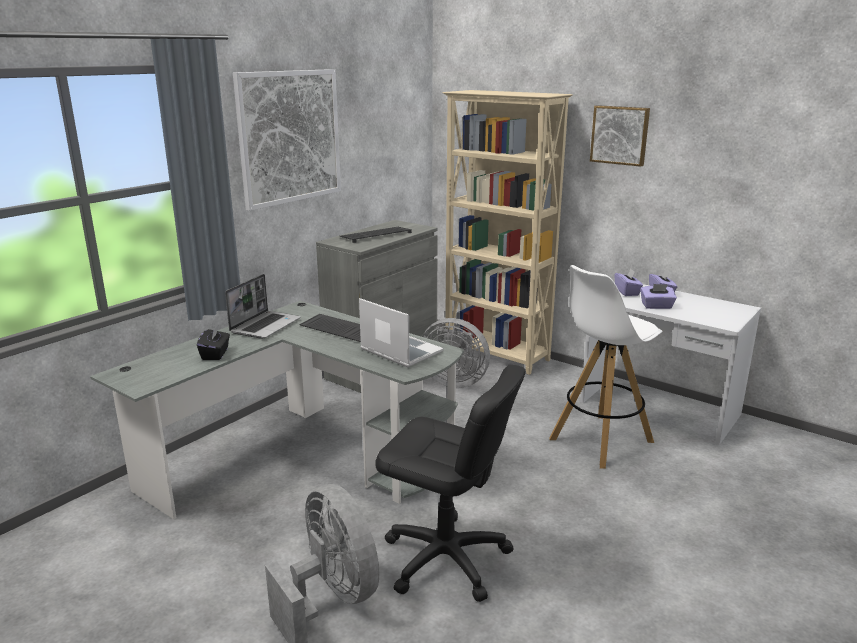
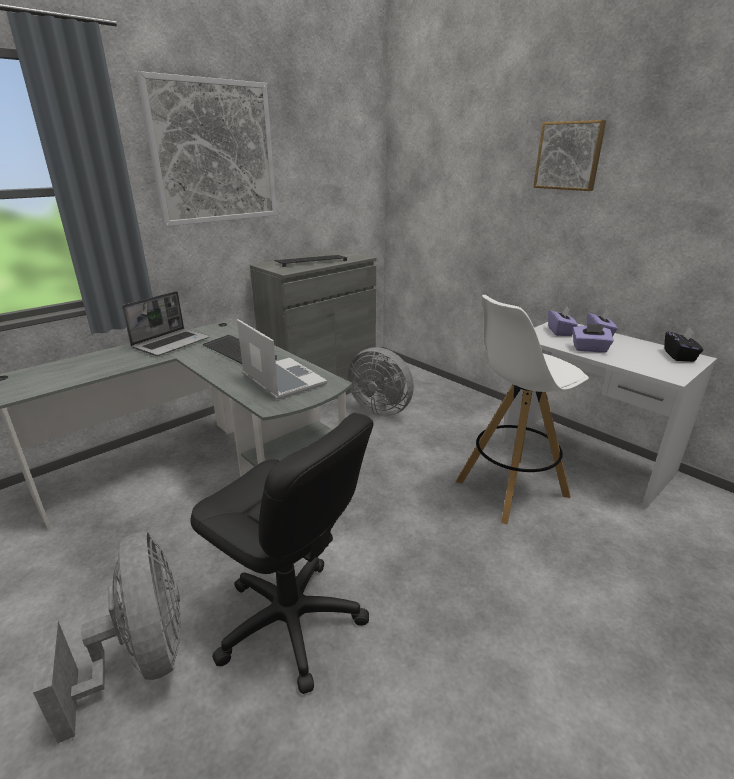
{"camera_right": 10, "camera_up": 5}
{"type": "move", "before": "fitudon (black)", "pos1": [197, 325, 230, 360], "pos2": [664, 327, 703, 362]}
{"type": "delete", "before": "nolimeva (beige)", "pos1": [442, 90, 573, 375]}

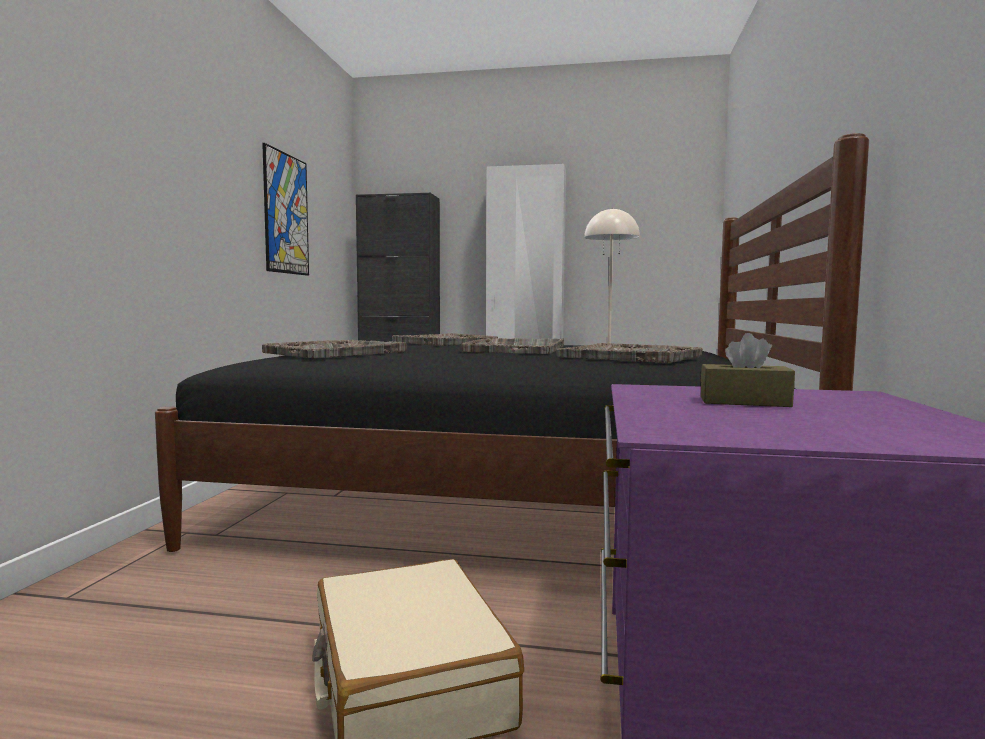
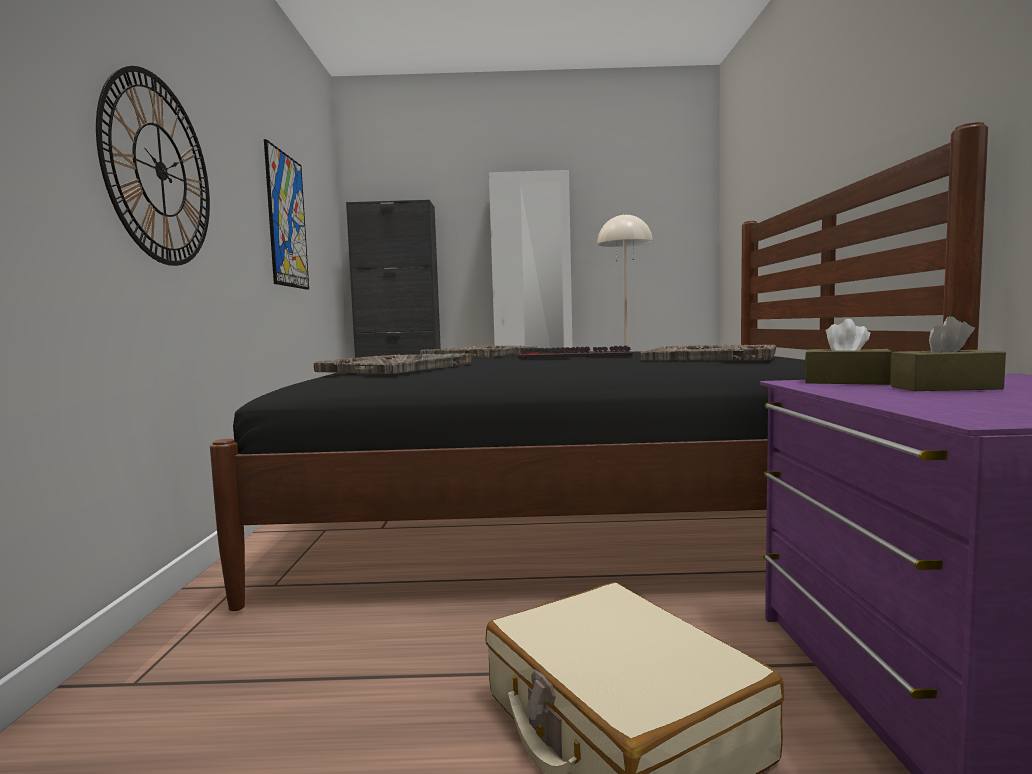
{"camera_right": -10, "camera_up": 0}
{"type": "replace", "before": "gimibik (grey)", "after": "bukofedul", "pos1": [461, 338, 564, 354], "pos2": [518, 346, 632, 359]}
{"type": "insert", "after": "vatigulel", "pos2": [96, 66, 210, 266]}
{"type": "insert", "after": "fitudon (brown)", "pos2": [804, 319, 892, 385]}

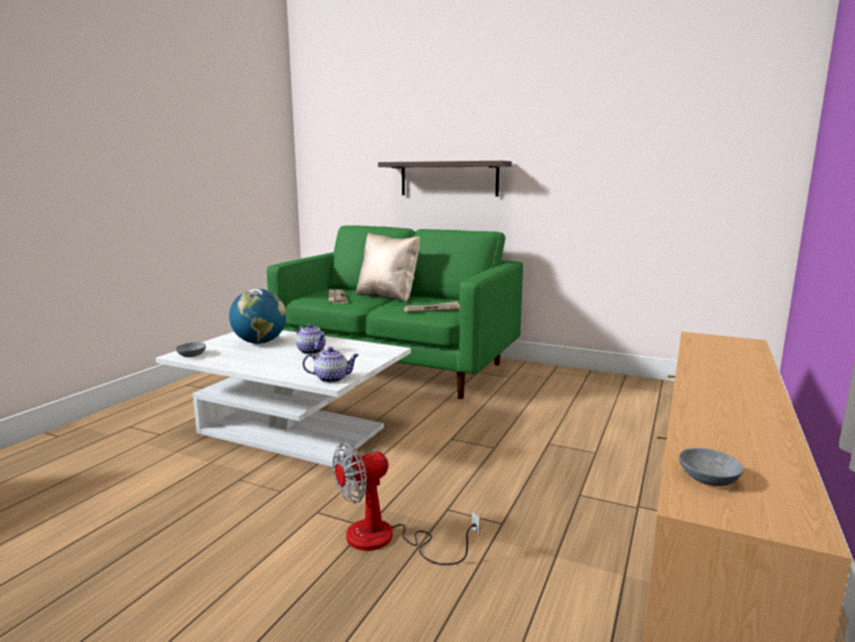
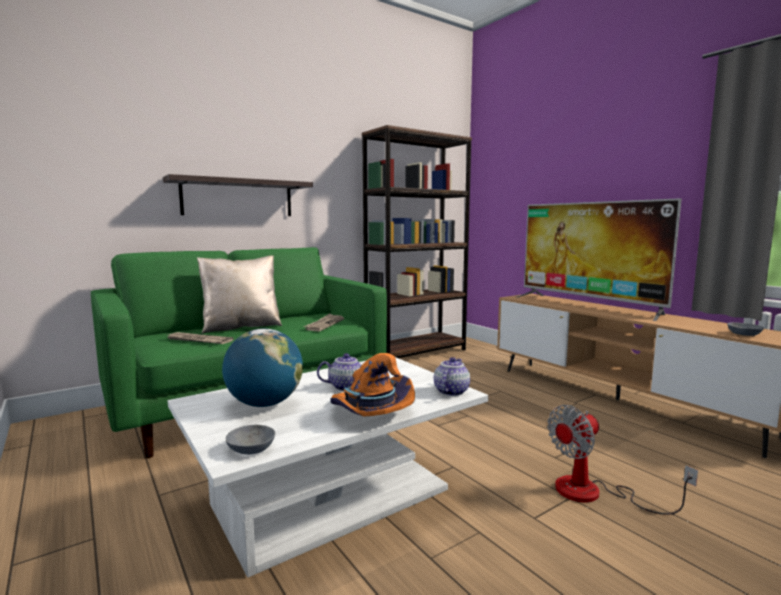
{"camera_right": -60, "camera_up": -5}
{"type": "rotate", "before": "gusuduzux", "pos1": [333, 442, 480, 565], "pos2": [547, 405, 698, 515], "turn": 60}
{"type": "insert", "after": "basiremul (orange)", "pos2": [331, 353, 415, 417]}
{"type": "insert", "after": "nolimeva (brown)", "pos2": [362, 125, 472, 358]}
{"type": "insert", "after": "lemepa", "pos2": [516, 198, 682, 321]}

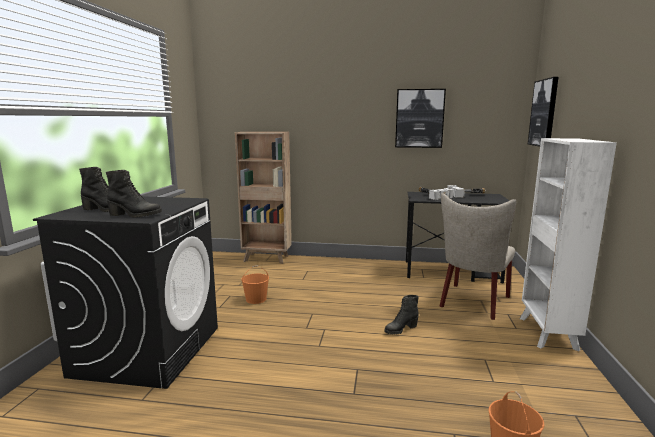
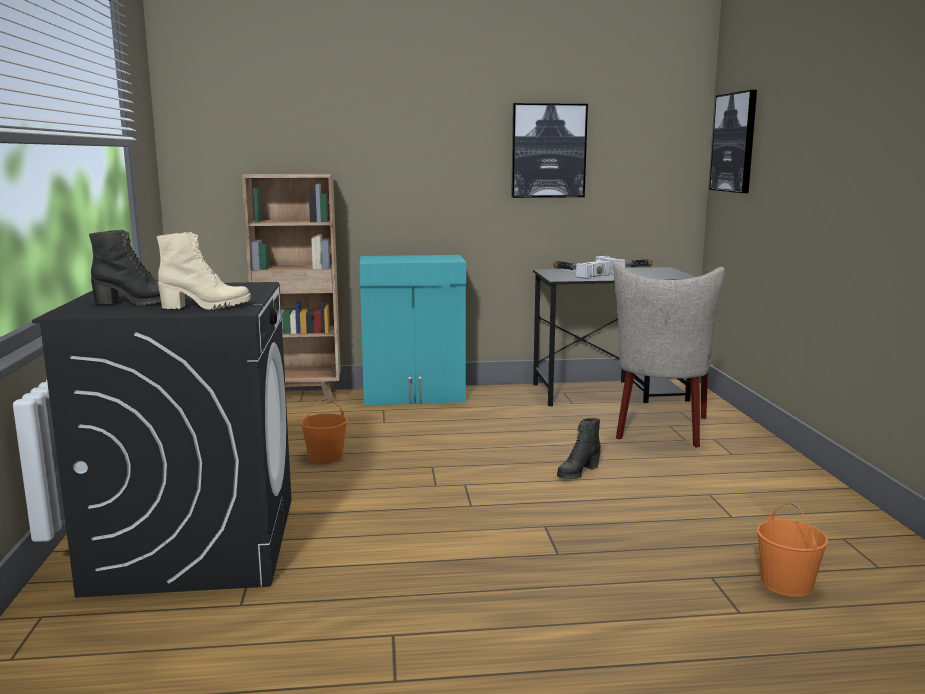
{"camera_right": -15, "camera_up": 0}
{"type": "recolor", "before": "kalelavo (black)", "after": "kalelavo (beige)", "pos1": [106, 170, 162, 218], "pos2": [157, 232, 251, 310]}
{"type": "delete", "before": "nolimeva (white)", "pos1": [519, 138, 617, 351]}
{"type": "insert", "after": "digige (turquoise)", "pos2": [360, 255, 466, 405]}

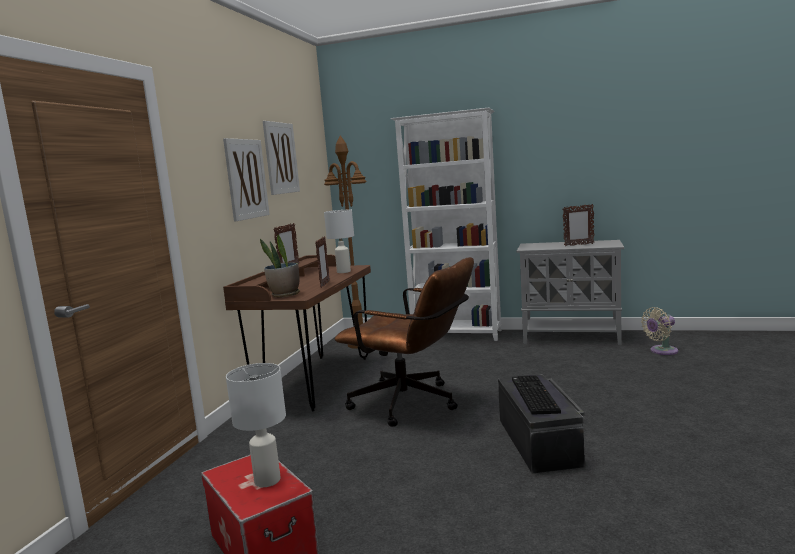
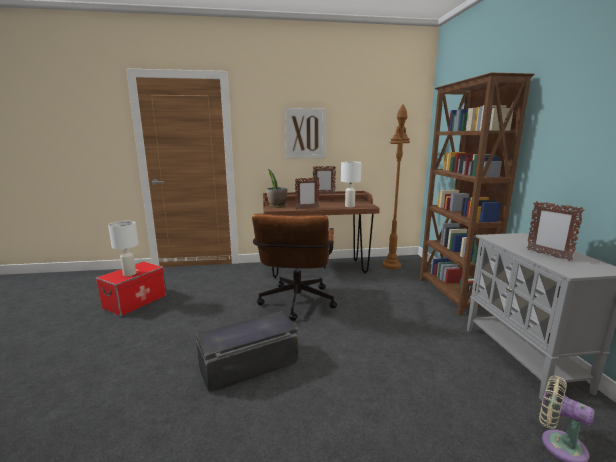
{"camera_right": 65, "camera_up": 5}
{"type": "delete", "before": "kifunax", "pos1": [263, 121, 300, 195]}
{"type": "recolor", "before": "nolimeva (white)", "after": "nolimeva (brown)", "pos1": [391, 108, 501, 341], "pos2": [420, 72, 534, 315]}
{"type": "delete", "before": "bukofedul", "pos1": [512, 375, 561, 415]}

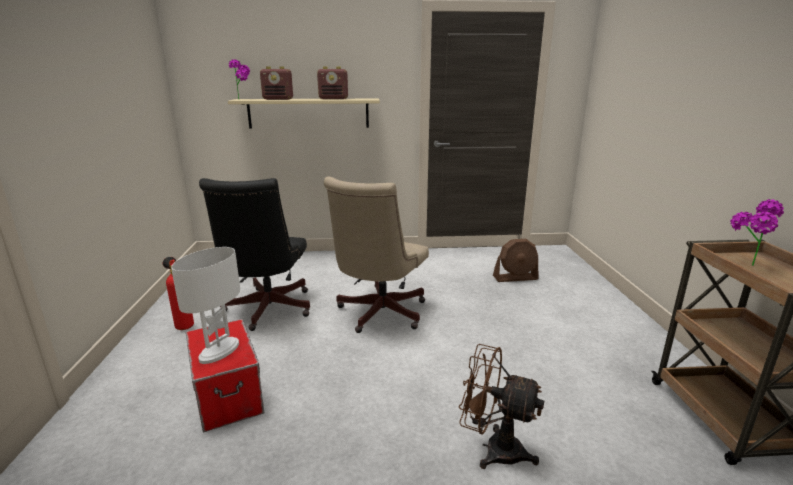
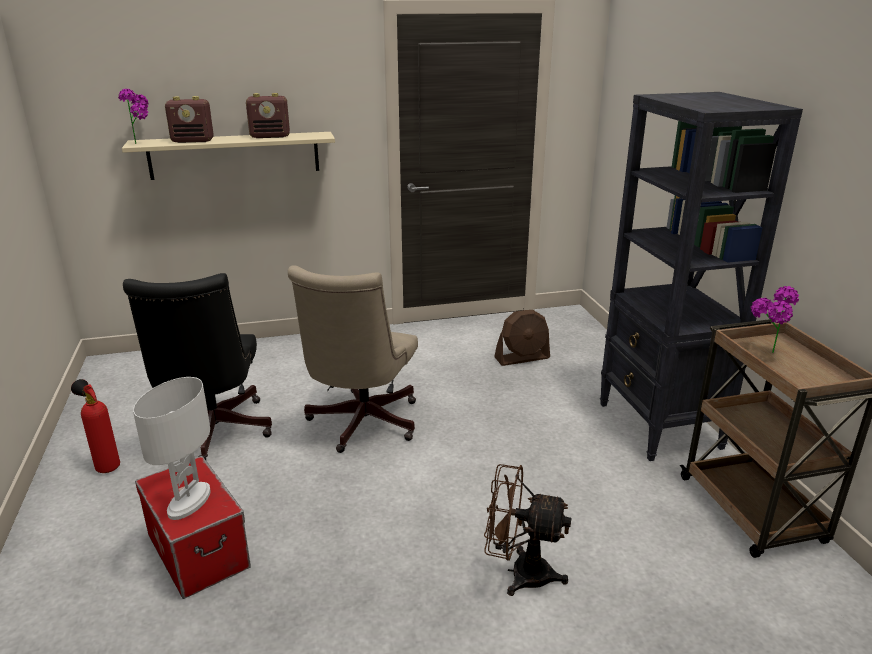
{"camera_right": -10, "camera_up": 5}
{"type": "insert", "after": "nolimeva (black)", "pos2": [600, 92, 803, 461]}

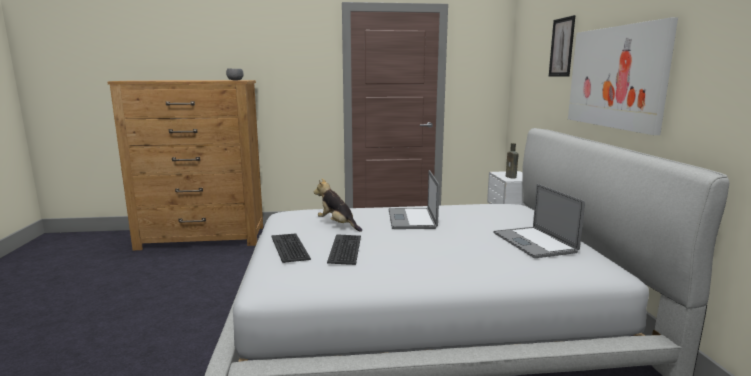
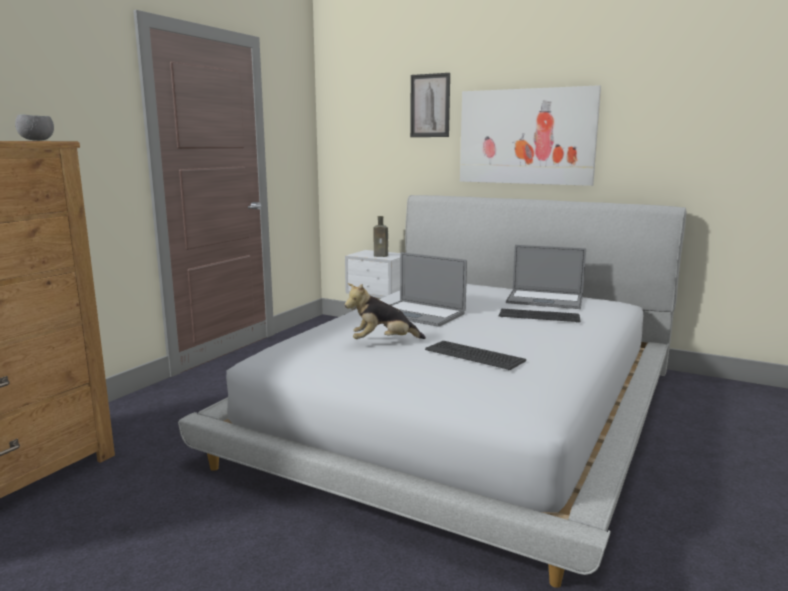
{"camera_right": -55, "camera_up": 0}
{"type": "move", "before": "bukofedul", "pos1": [271, 234, 311, 263], "pos2": [499, 309, 581, 323]}

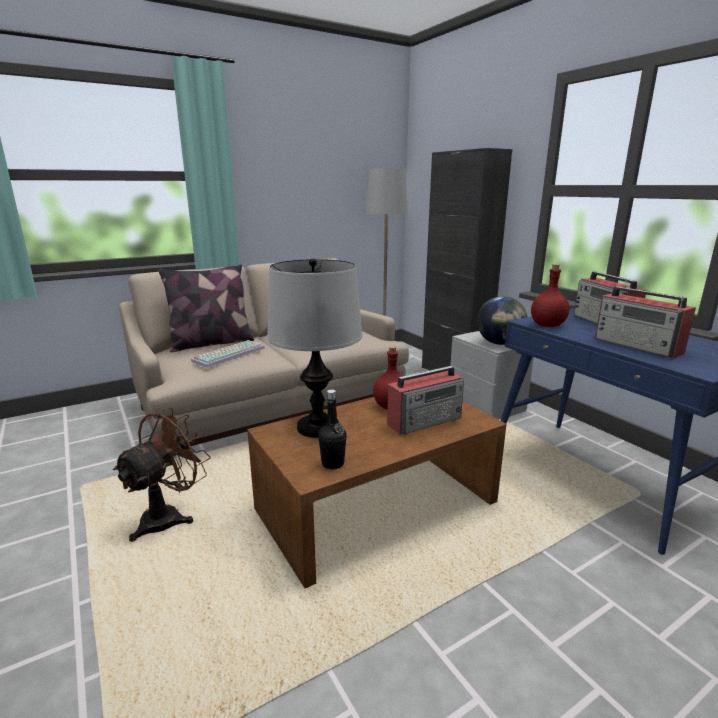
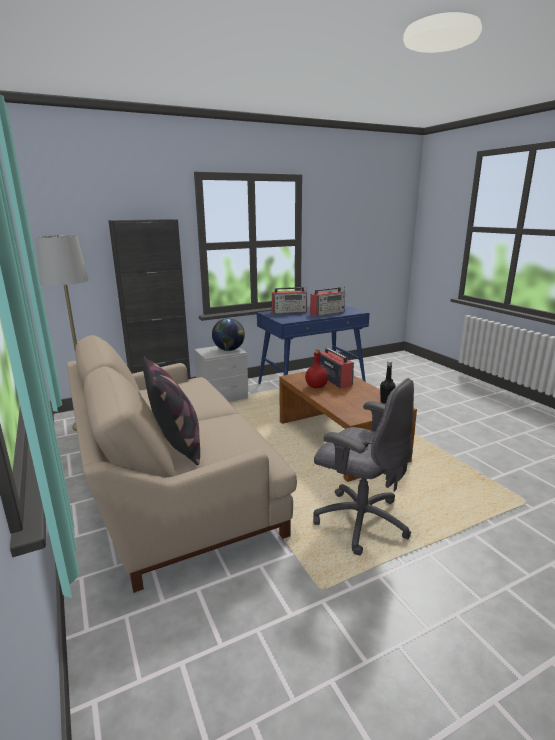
{"camera_right": -85, "camera_up": 0}
{"type": "replace", "before": "gusuduzux (brown)", "after": "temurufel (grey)", "pos1": [113, 407, 211, 542], "pos2": [313, 378, 414, 555]}
{"type": "delete", "before": "bukofedul", "pos1": [191, 340, 265, 368]}
{"type": "delete", "before": "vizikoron", "pos1": [267, 259, 362, 438]}
{"type": "delete", "before": "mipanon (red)", "pos1": [531, 264, 569, 327]}

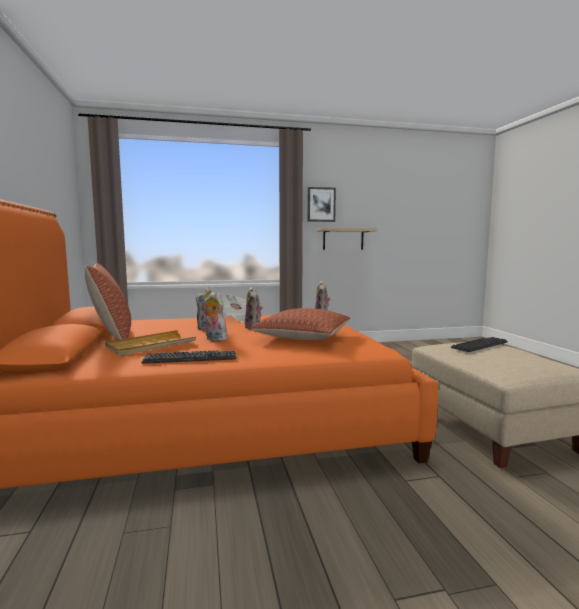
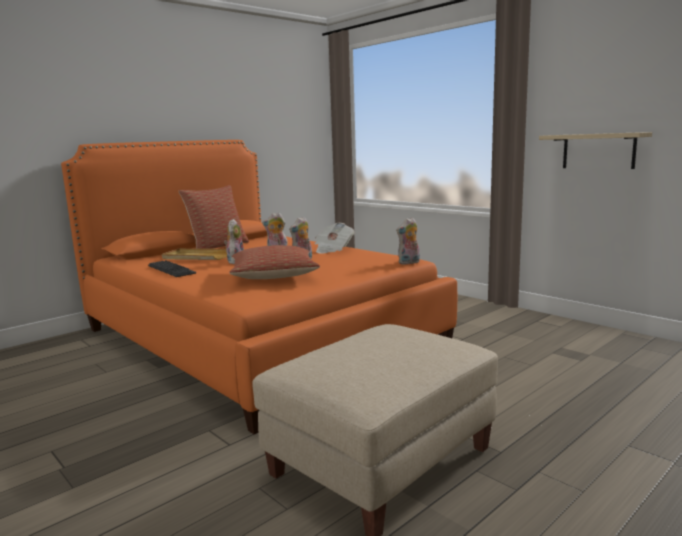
{"camera_right": 60, "camera_up": 5}
{"type": "delete", "before": "kifunax", "pos1": [308, 187, 336, 222]}
{"type": "delete", "before": "bukofedul", "pos1": [451, 337, 508, 352]}

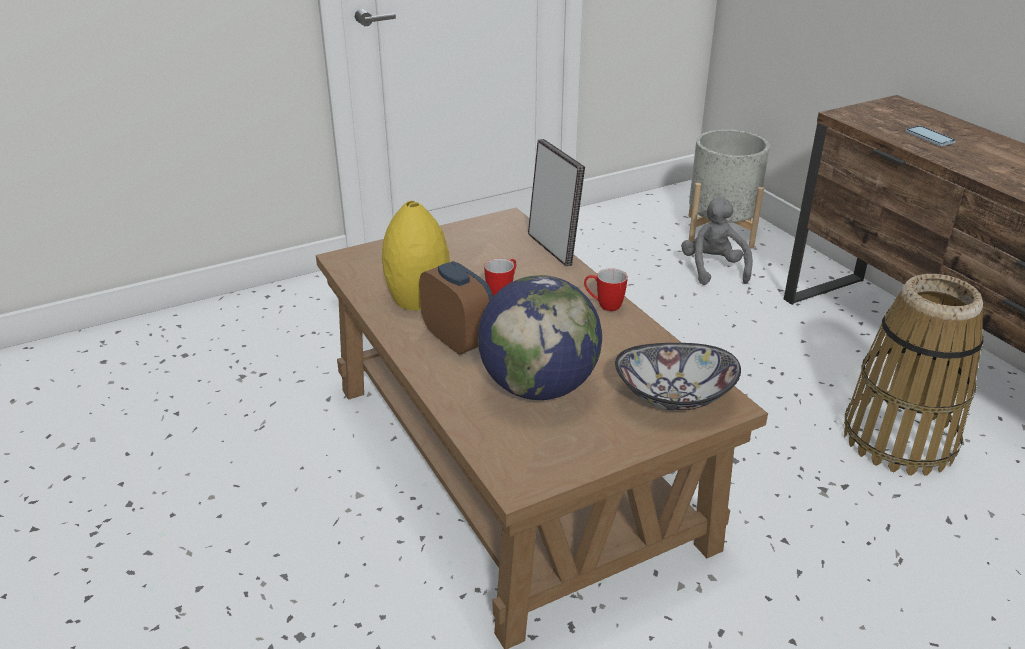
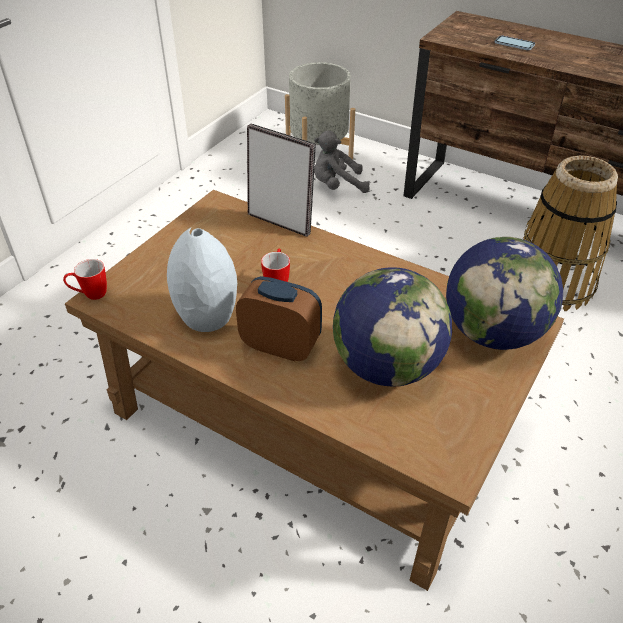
{"camera_right": -30, "camera_up": 10}
{"type": "recolor", "before": "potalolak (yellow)", "after": "potalolak (grey)", "pos1": [382, 201, 450, 310], "pos2": [167, 228, 237, 332]}
{"type": "move", "before": "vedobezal", "pos1": [584, 268, 628, 311], "pos2": [63, 259, 107, 300]}
{"type": "replace", "before": "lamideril", "after": "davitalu", "pos1": [615, 343, 741, 411], "pos2": [446, 237, 563, 350]}
{"type": "rotate", "before": "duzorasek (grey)", "pos1": [681, 197, 753, 285], "pos2": [314, 130, 370, 193], "turn": -60}

